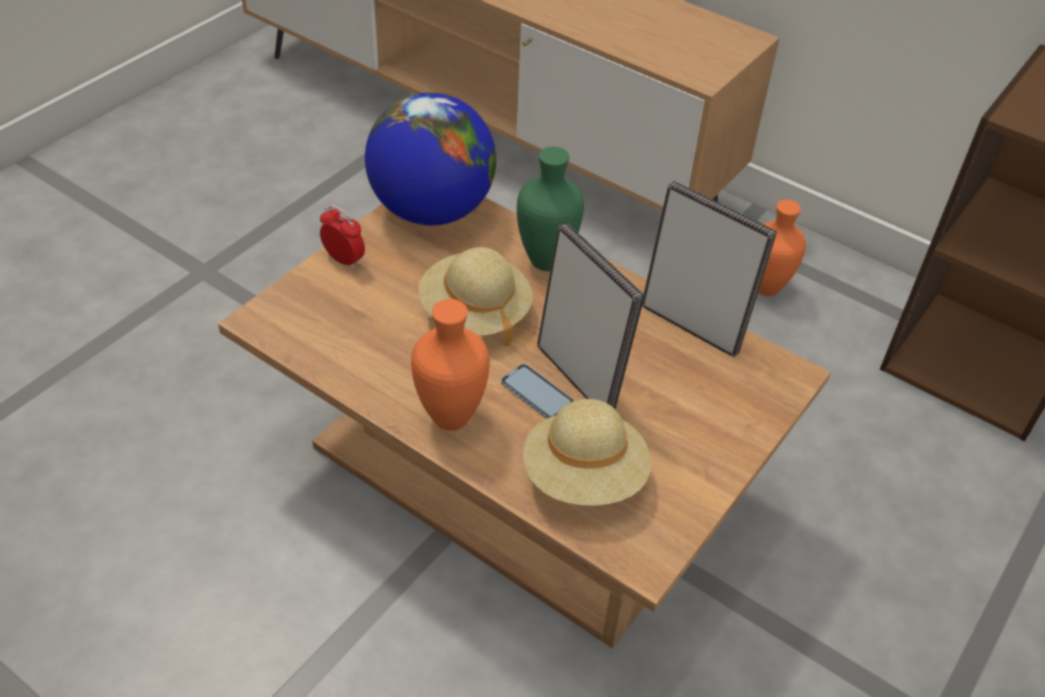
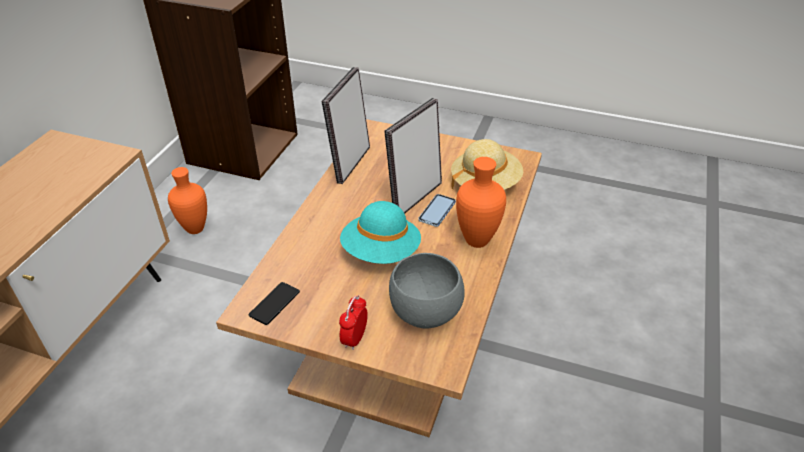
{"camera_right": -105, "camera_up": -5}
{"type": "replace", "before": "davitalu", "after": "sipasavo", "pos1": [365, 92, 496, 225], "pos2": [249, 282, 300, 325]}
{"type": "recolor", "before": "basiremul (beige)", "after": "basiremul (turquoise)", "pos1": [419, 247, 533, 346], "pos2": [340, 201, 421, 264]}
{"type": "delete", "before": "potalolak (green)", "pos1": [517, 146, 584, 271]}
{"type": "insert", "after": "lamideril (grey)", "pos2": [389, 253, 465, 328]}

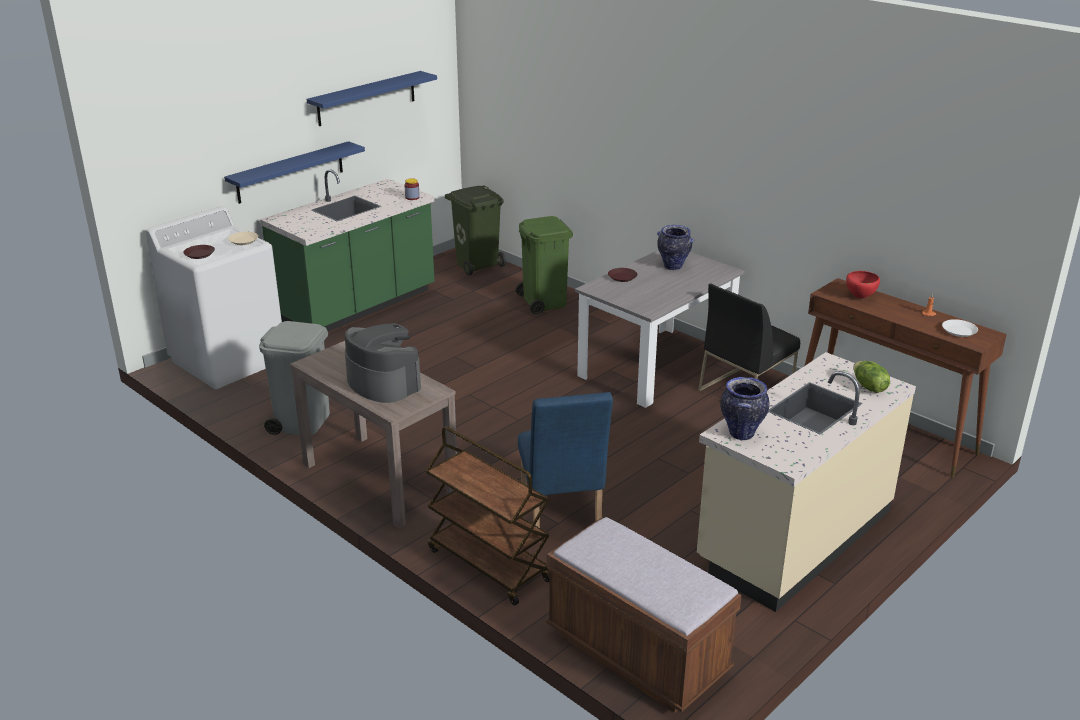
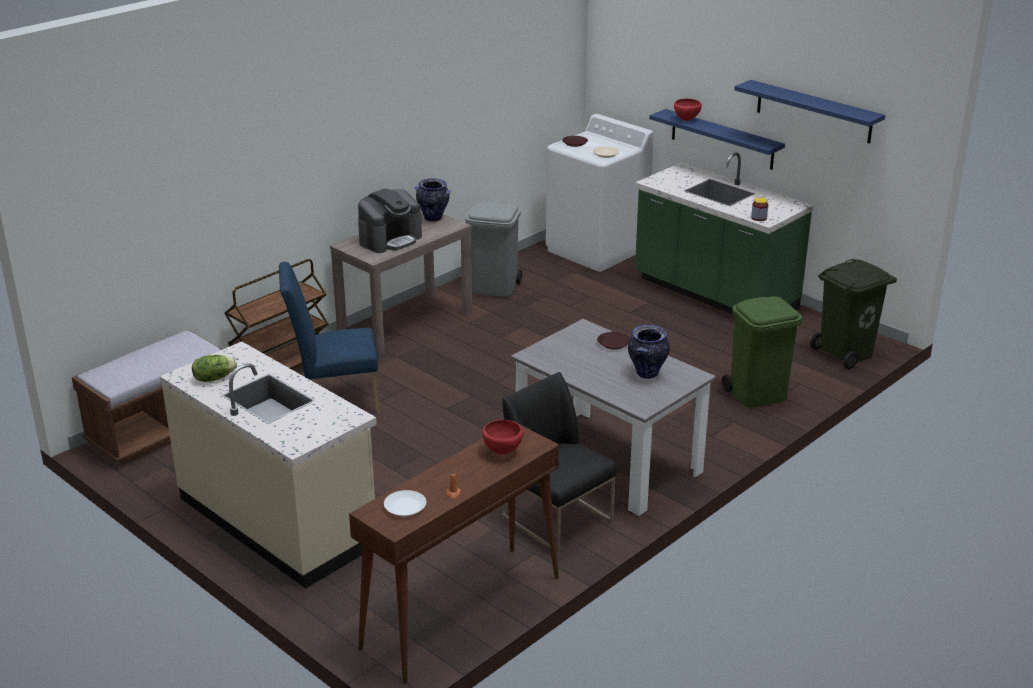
{"camera_right": 90, "camera_up": 0}
{"type": "move", "before": "potalolak", "pos1": [720, 377, 770, 440], "pos2": [415, 178, 451, 222]}
{"type": "move", "before": "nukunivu", "pos1": [853, 361, 890, 393], "pos2": [192, 355, 237, 382]}
{"type": "insert", "after": "lamideril (red)", "pos2": [674, 99, 702, 121]}

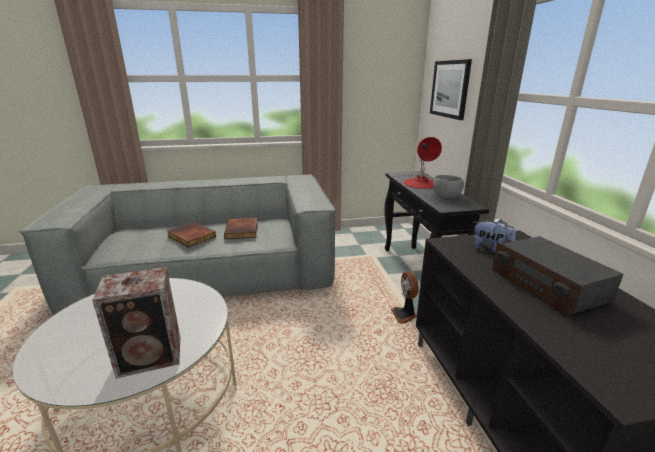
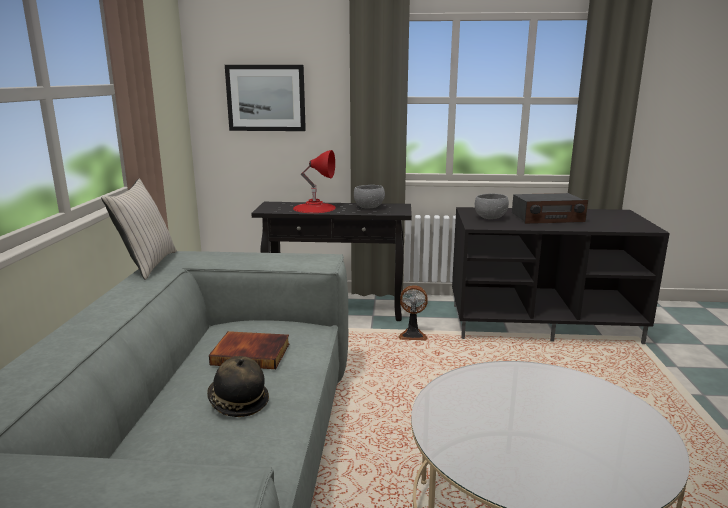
{"camera_right": -75, "camera_up": -5}
{"type": "delete", "before": "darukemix", "pos1": [92, 267, 180, 379]}
{"type": "replace", "before": "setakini", "after": "basiremul", "pos1": [167, 222, 216, 248], "pos2": [207, 356, 269, 417]}
{"type": "replace", "before": "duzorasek", "after": "lamideril (grey)", "pos1": [473, 220, 516, 253], "pos2": [475, 194, 509, 219]}
{"type": "insert", "after": "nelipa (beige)", "pos2": [101, 179, 177, 280]}

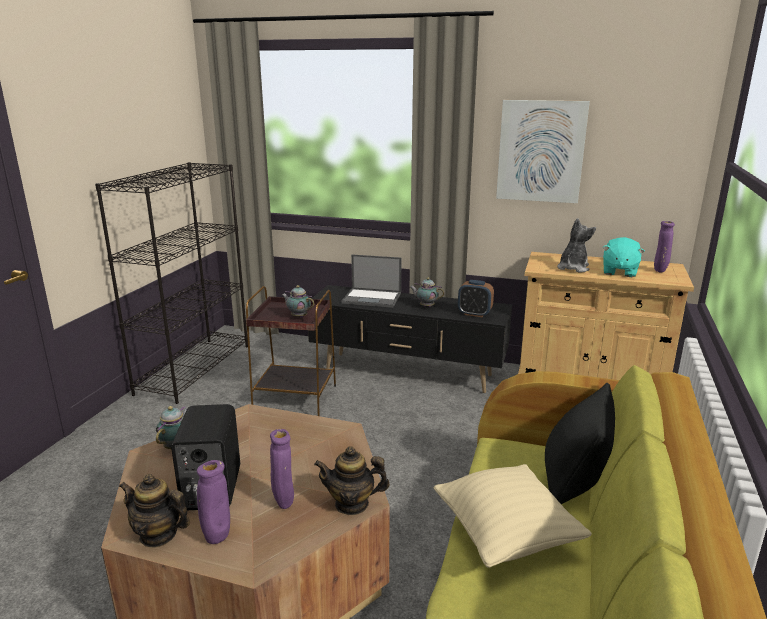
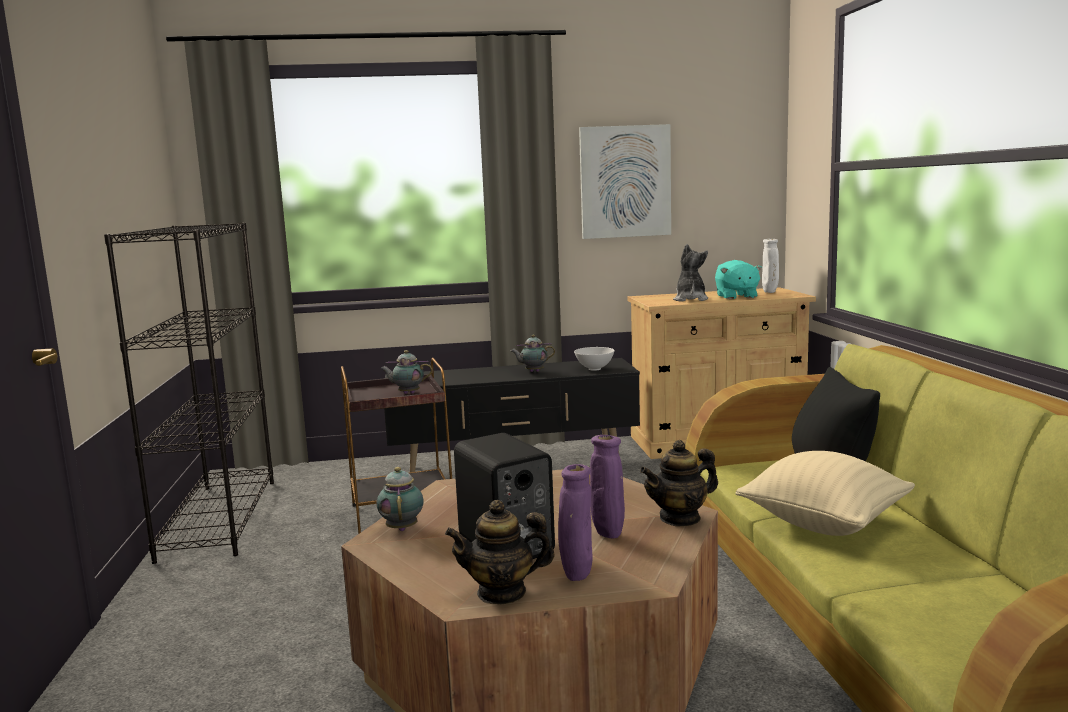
{"camera_right": -25, "camera_up": -10}
{"type": "delete", "before": "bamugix", "pos1": [341, 254, 401, 308]}
{"type": "replace", "before": "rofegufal", "after": "lamideril (white)", "pos1": [458, 280, 494, 317], "pos2": [574, 347, 615, 371]}
{"type": "recolor", "before": "potalolak (purple)", "after": "potalolak (white)", "pos1": [654, 221, 675, 272], "pos2": [762, 239, 779, 293]}

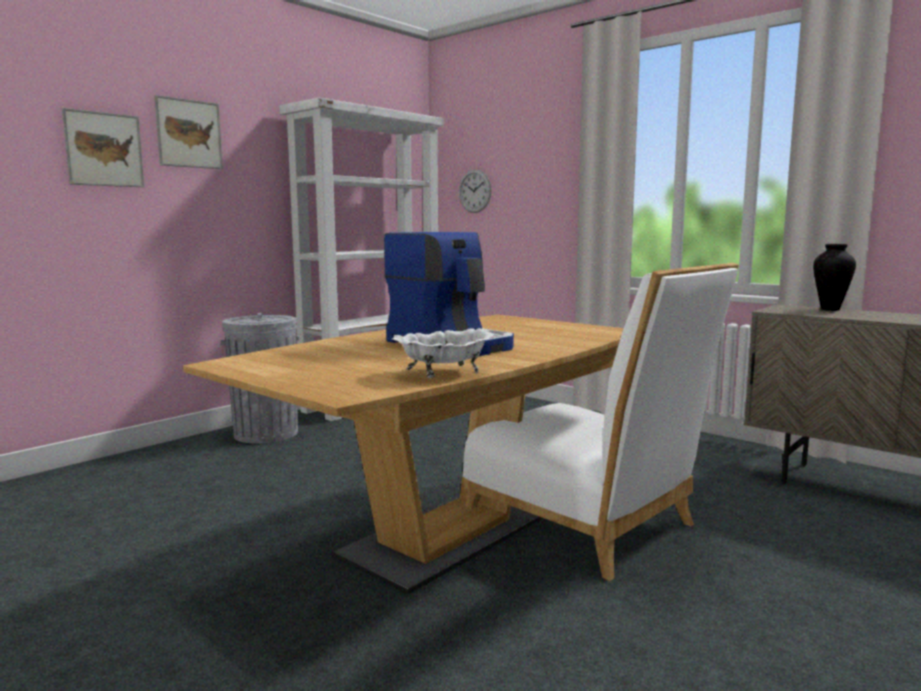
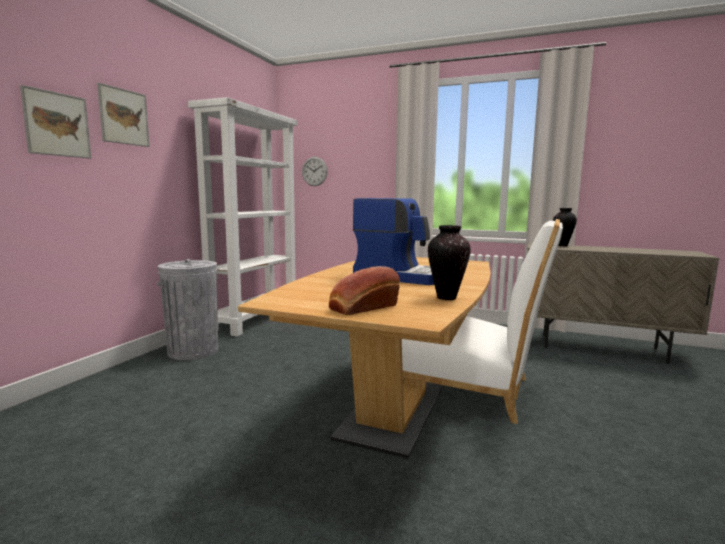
{"camera_right": -20, "camera_up": 0}
{"type": "replace", "before": "lamideril (white)", "after": "potalolak", "pos1": [392, 328, 494, 378], "pos2": [428, 225, 471, 300]}
{"type": "insert", "after": "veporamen", "pos2": [329, 266, 400, 315]}

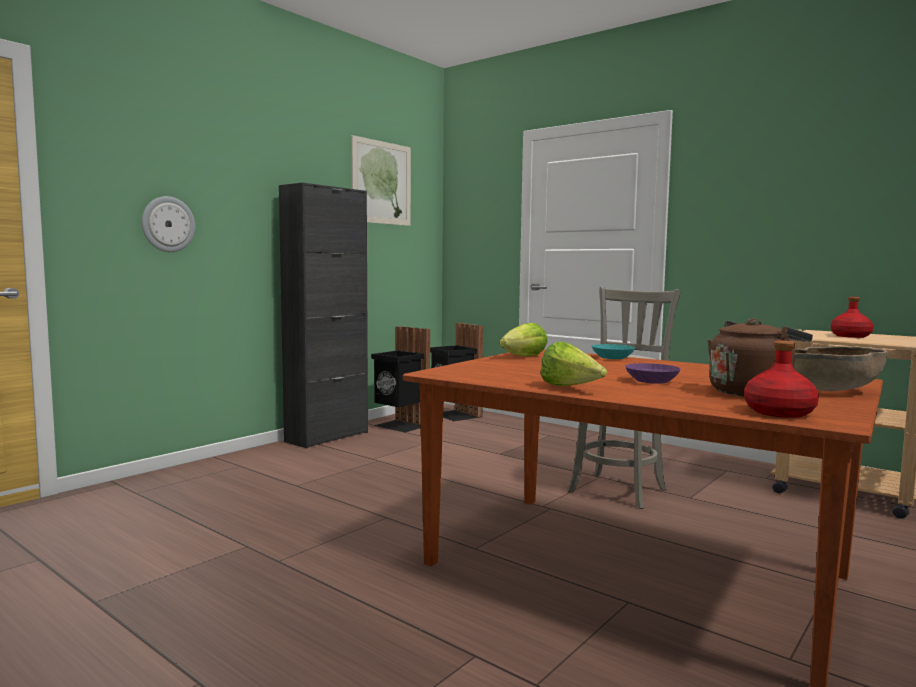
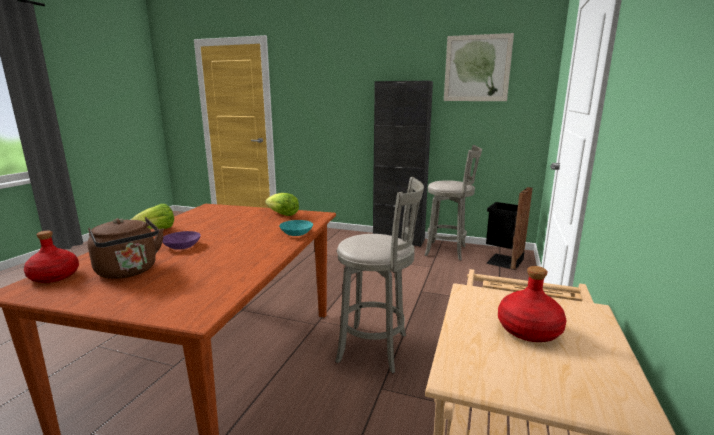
{"camera_right": 70, "camera_up": 10}
{"type": "delete", "before": "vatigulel", "pos1": [142, 196, 195, 252]}
{"type": "replace", "before": "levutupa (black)", "after": "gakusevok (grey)", "pos1": [371, 326, 430, 432], "pos2": [425, 145, 482, 260]}
{"type": "delete", "before": "lamideril (brown)", "pos1": [794, 346, 887, 391]}

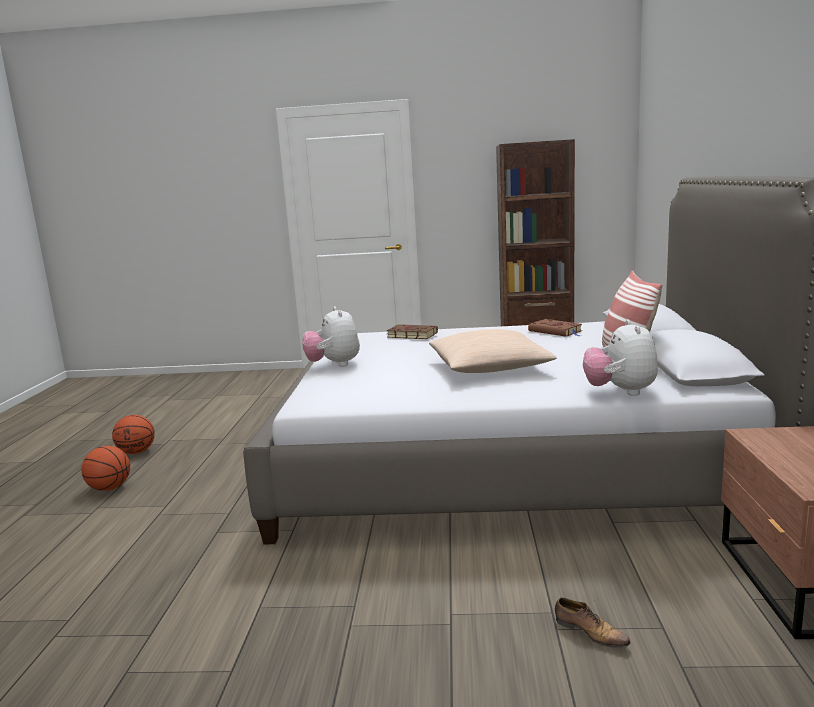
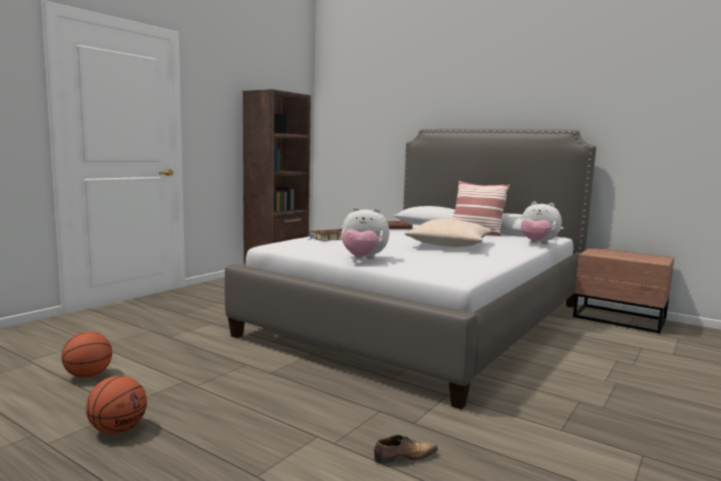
{"camera_right": -60, "camera_up": -5}
{"type": "move", "before": "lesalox", "pos1": [81, 446, 130, 491], "pos2": [61, 332, 112, 378]}
{"type": "move", "before": "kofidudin", "pos1": [555, 597, 631, 648], "pos2": [374, 435, 438, 464]}

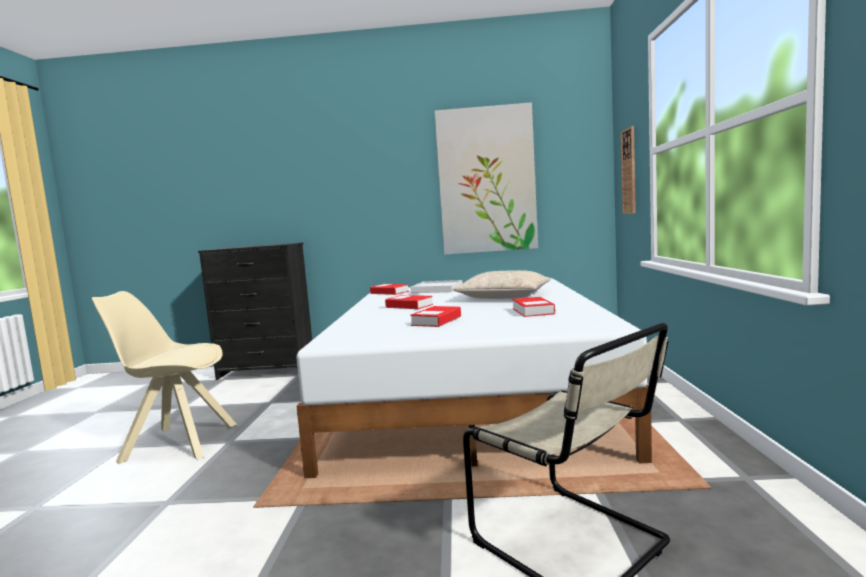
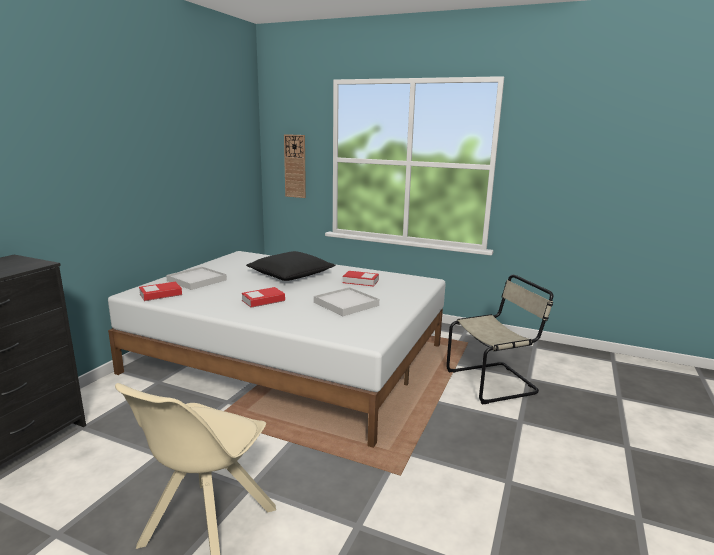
{"camera_right": -70, "camera_up": 10}
{"type": "replace", "before": "setakini", "after": "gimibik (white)", "pos1": [410, 306, 461, 327], "pos2": [314, 287, 379, 316]}
{"type": "delete", "before": "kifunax", "pos1": [435, 102, 538, 255]}
{"type": "recolor", "before": "nelipa (beige)", "after": "nelipa (black)", "pos1": [453, 270, 551, 299], "pos2": [246, 251, 335, 281]}

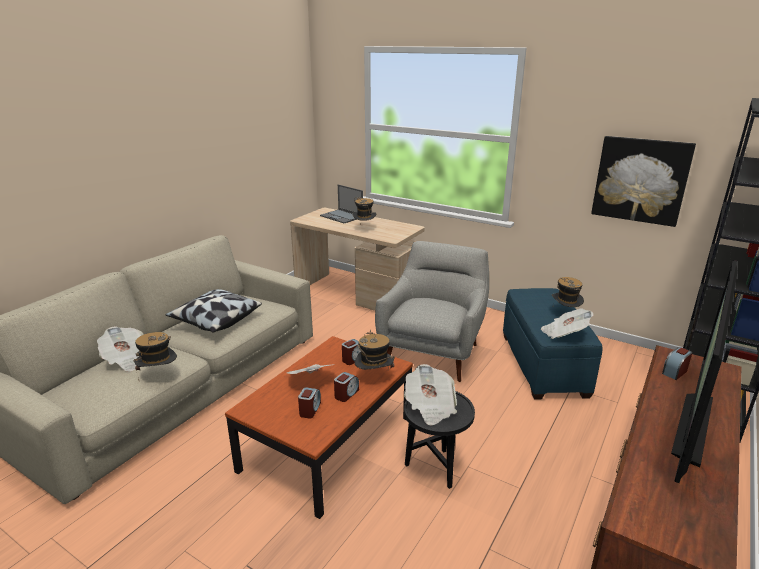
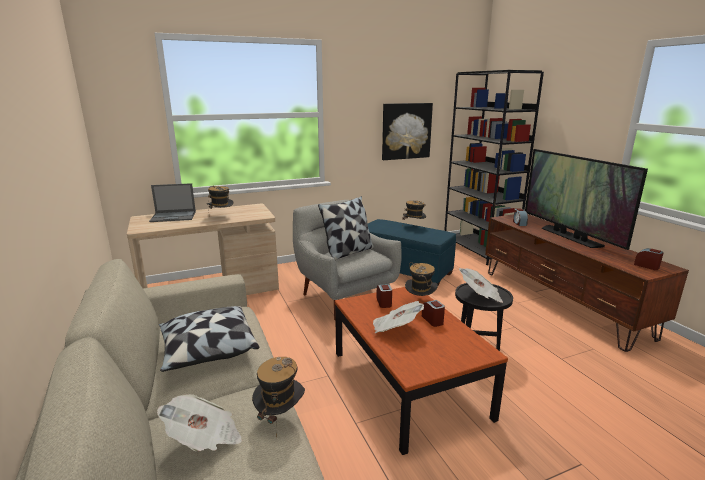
{"camera_right": -55, "camera_up": -5}
{"type": "move", "before": "rofegufal", "pos1": [298, 387, 321, 419], "pos2": [634, 248, 664, 270]}
{"type": "delete", "before": "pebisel", "pos1": [541, 309, 594, 339]}
{"type": "insert", "after": "nelipa", "pos2": [318, 196, 374, 260]}

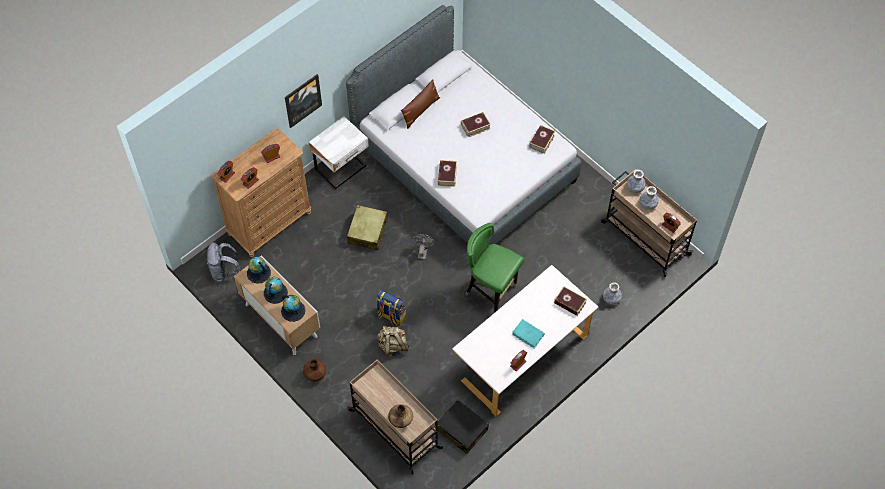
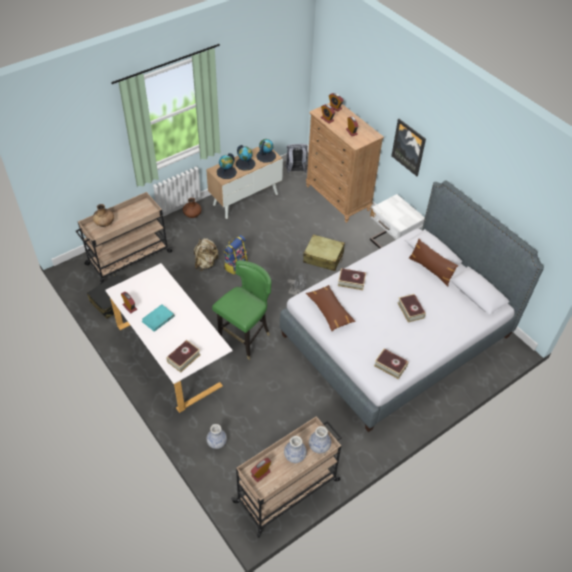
{"camera_right": 95, "camera_up": -10}
{"type": "insert", "after": "nelipa (brown)", "pos2": [306, 285, 356, 331]}

